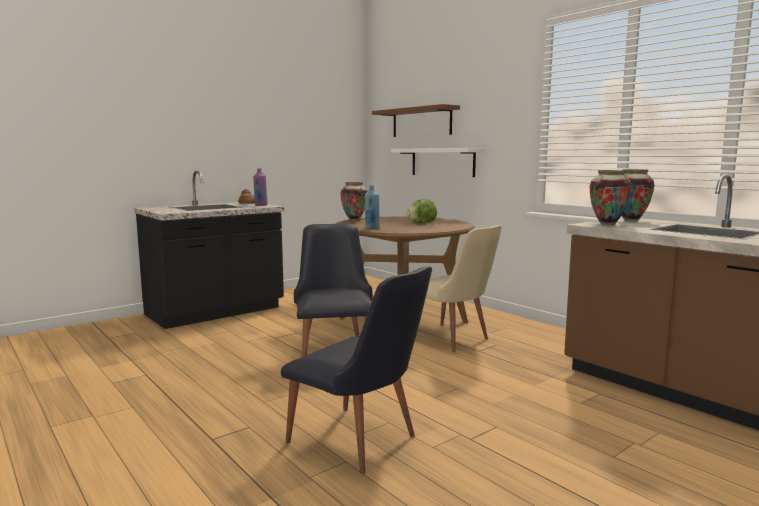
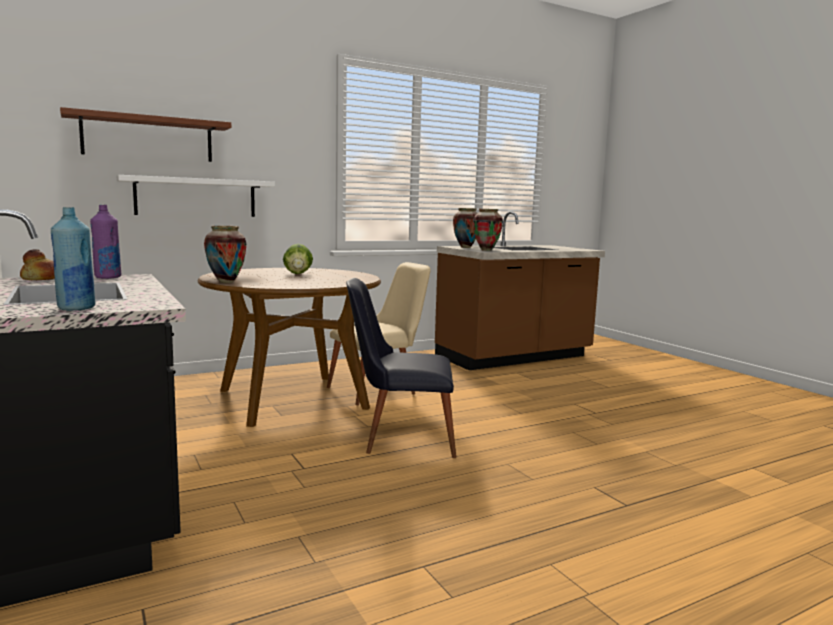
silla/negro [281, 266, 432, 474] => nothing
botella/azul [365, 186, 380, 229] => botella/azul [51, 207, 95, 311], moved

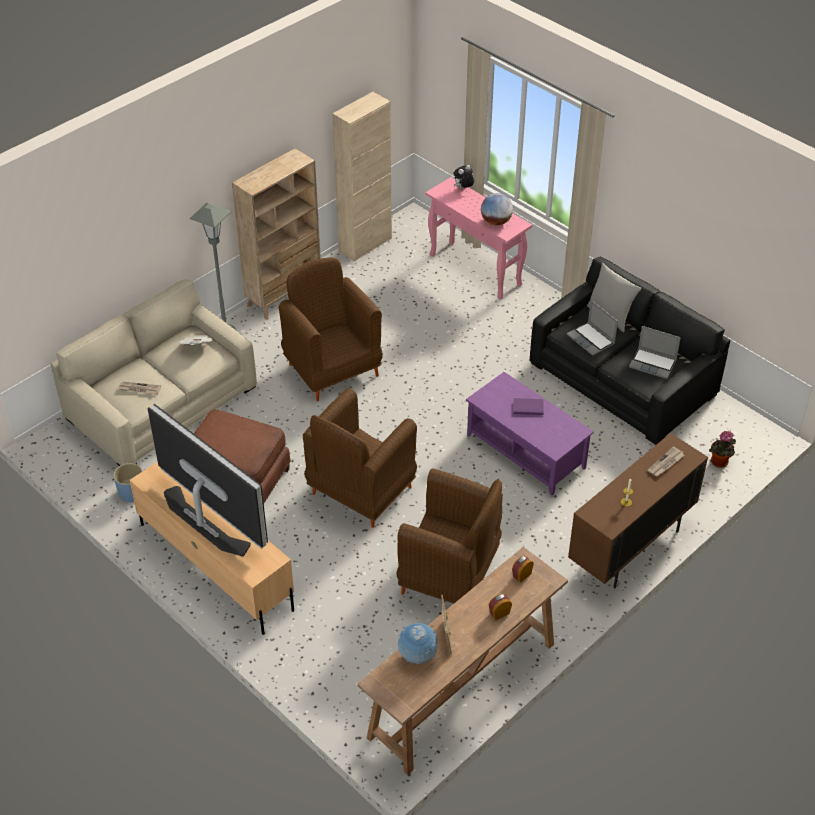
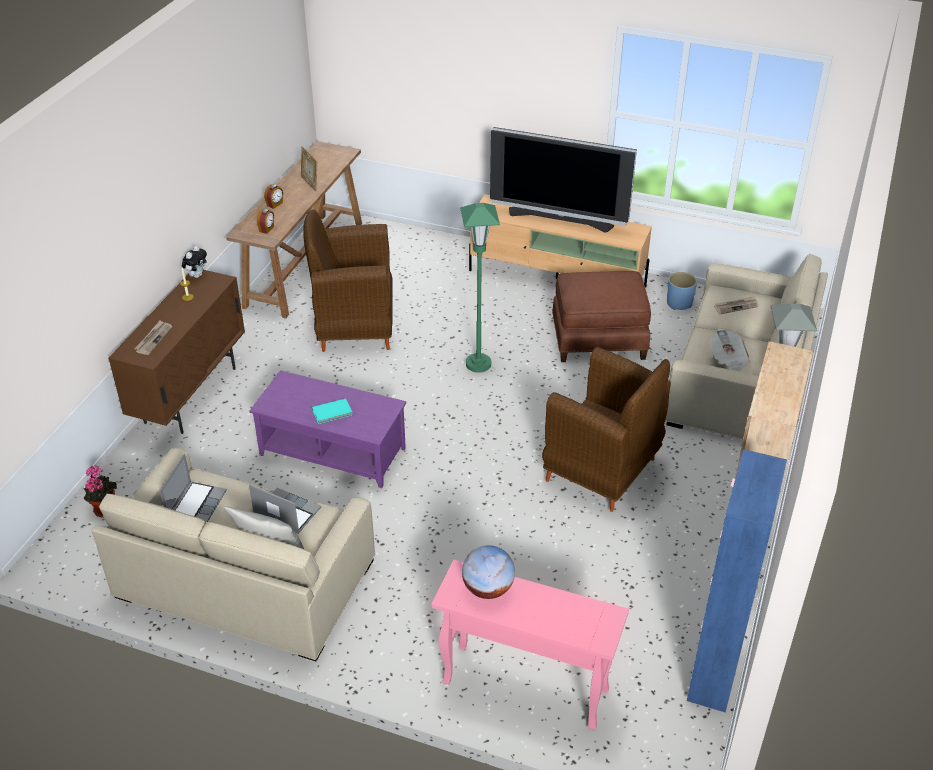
globo terráqueo [398, 623, 438, 664] => nothing
peluche [453, 165, 474, 189] => peluche [182, 246, 207, 278], moved
sillón/marrón [303, 388, 417, 528] => lámpara de pie/verde [460, 203, 500, 373]
armario/beis [332, 92, 392, 262] => armario/azul [687, 449, 787, 712]
libro/morado [513, 398, 544, 415] => libro/turquesa [312, 398, 352, 424]
sofá/negro [530, 256, 730, 445] => sofá/beis [92, 448, 375, 661]
portátil [629, 326, 681, 379] => portátil [160, 453, 227, 522], 105 degrees clockwise

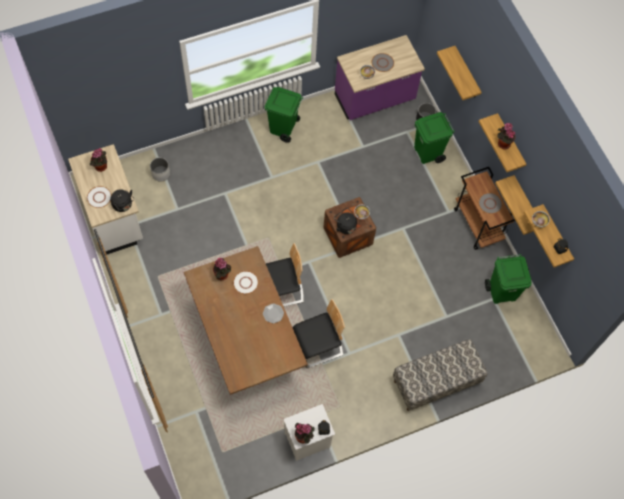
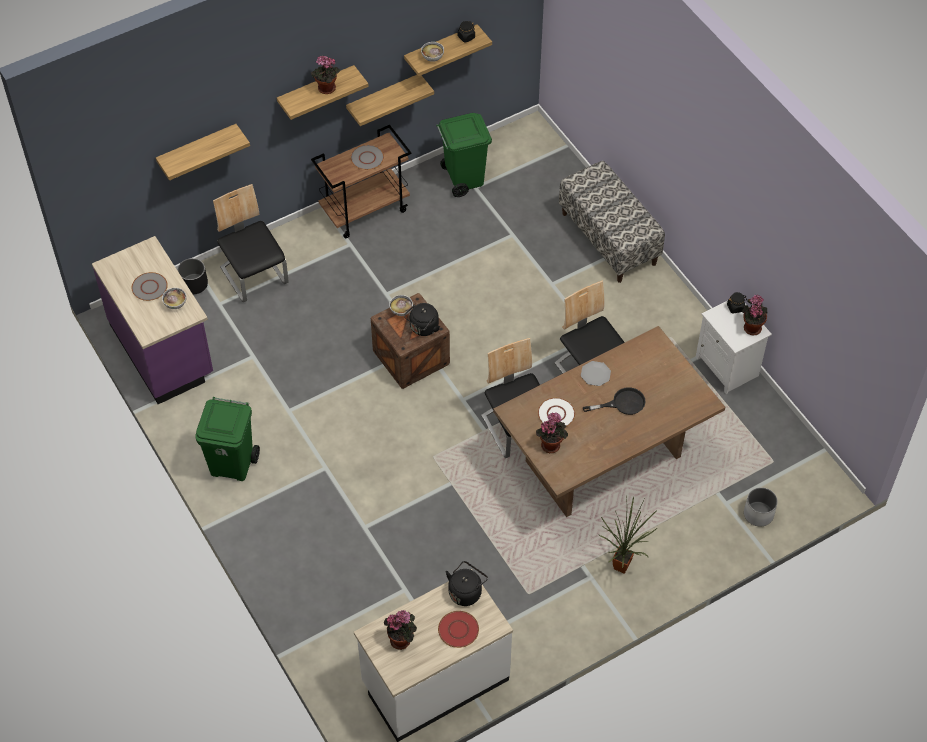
nothing => sartén/negro [583, 387, 646, 415]
nothing => planta en maceta [598, 495, 657, 574]
maceta/blanco [150, 158, 170, 182] => maceta/blanco [744, 487, 778, 527], moved
papelera/verde [414, 112, 455, 164] => silla [213, 184, 289, 302]
plato/blanco [87, 186, 112, 208] => plato/rojo [438, 611, 479, 648]

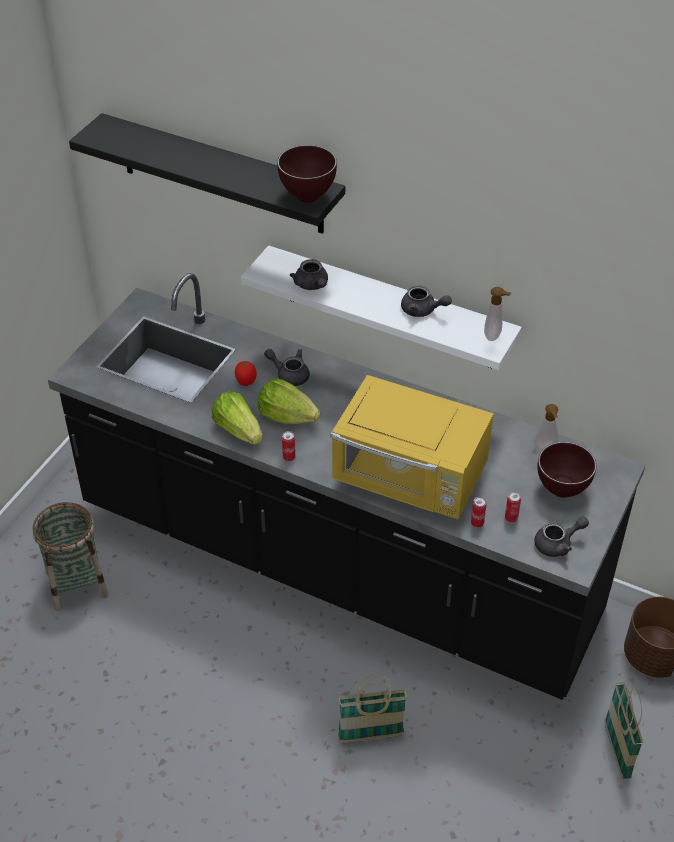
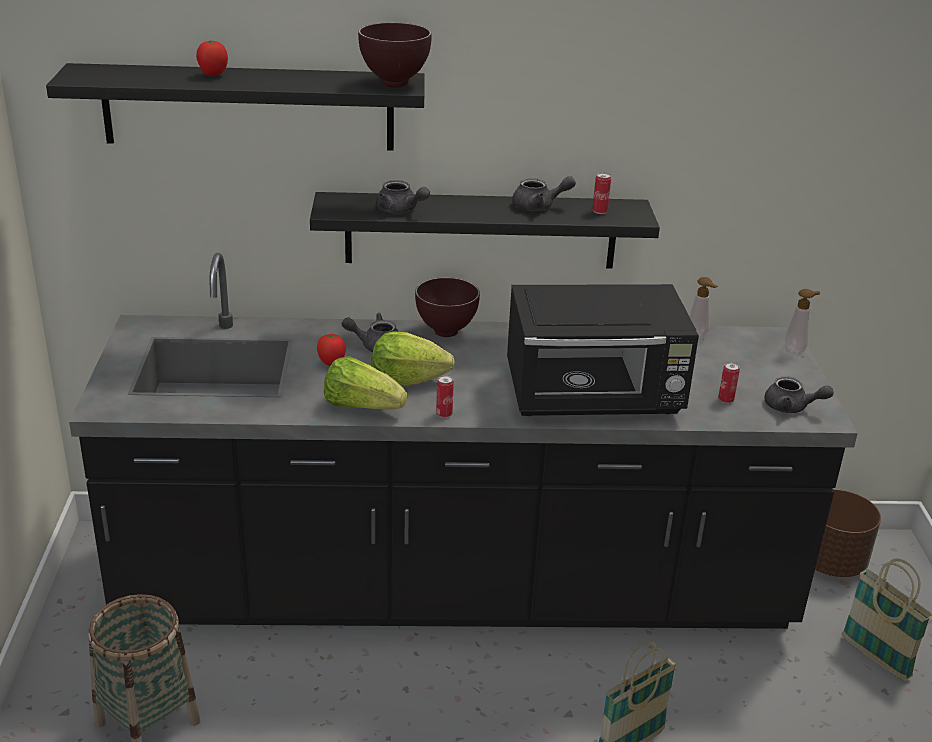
nothing => tomate [196, 40, 228, 76]
lata [471, 497, 487, 528] => lata [592, 172, 611, 214], moved
dispensador de jabón [484, 287, 511, 341] => dispensador de jabón [785, 289, 820, 354], moved
cuenco/marrón [538, 442, 596, 497] => cuenco/marrón [415, 277, 480, 337], moved
estante/blanco [241, 245, 522, 370] => estante/negro [310, 192, 660, 269]
microondas/amarillo [331, 375, 494, 519] => microondas/negro [507, 284, 699, 416]
tetera/gris [534, 517, 589, 557] => tetera/gris [764, 376, 834, 413], 75 degrees clockwise

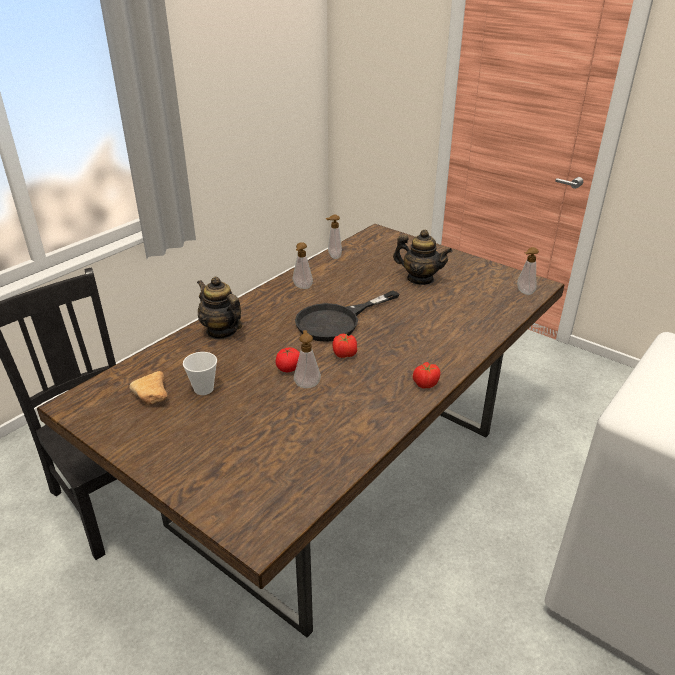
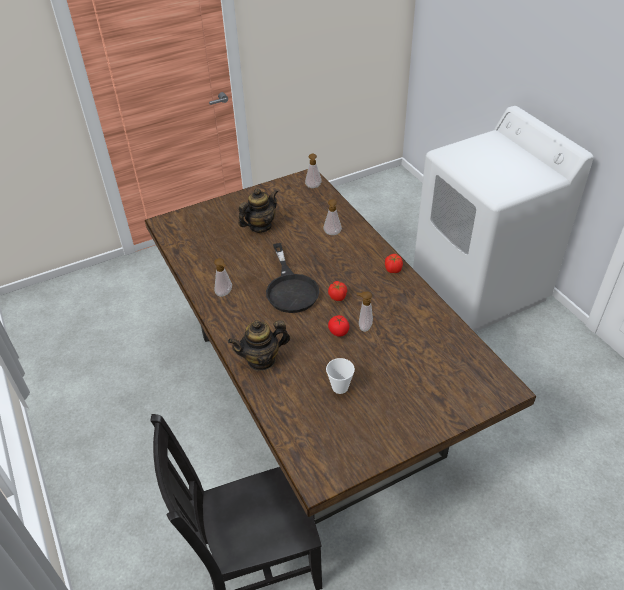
pan [129, 371, 167, 405] => nothing
dispensador de jabón [325, 215, 342, 259] => dispensador de jabón [323, 199, 342, 235], moved

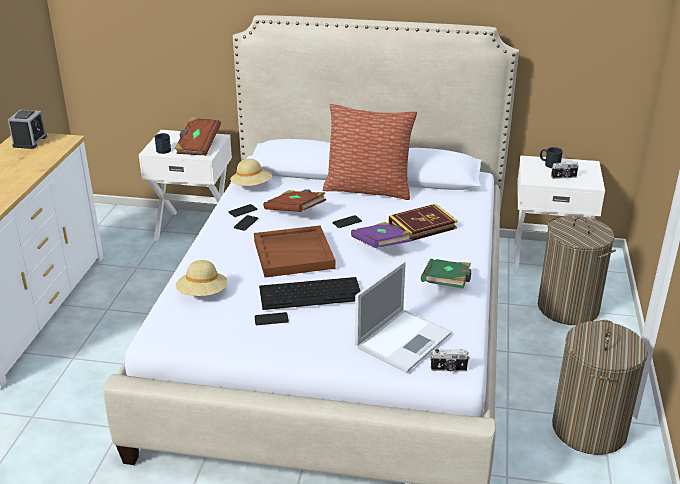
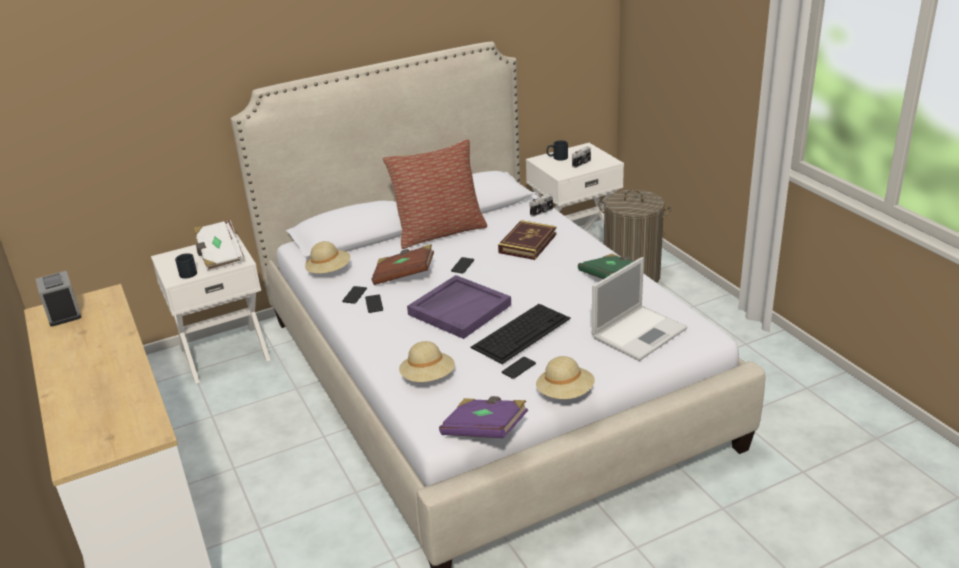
cesto de la ropa [552, 320, 648, 455] => nothing
nothing => sombrero/beis [536, 356, 595, 399]
libro/morado [351, 222, 411, 248] => libro/morado [439, 396, 528, 438], moved
cámara [430, 349, 470, 372] => cámara [530, 194, 553, 217], moved
libro/marrón [175, 117, 221, 156] => libro/blanco [193, 220, 245, 271]
bandeja/marrón [254, 225, 335, 277] => bandeja/morado [407, 275, 511, 339]
portátil [355, 261, 452, 373] => portátil [592, 257, 687, 361], 45 degrees clockwise

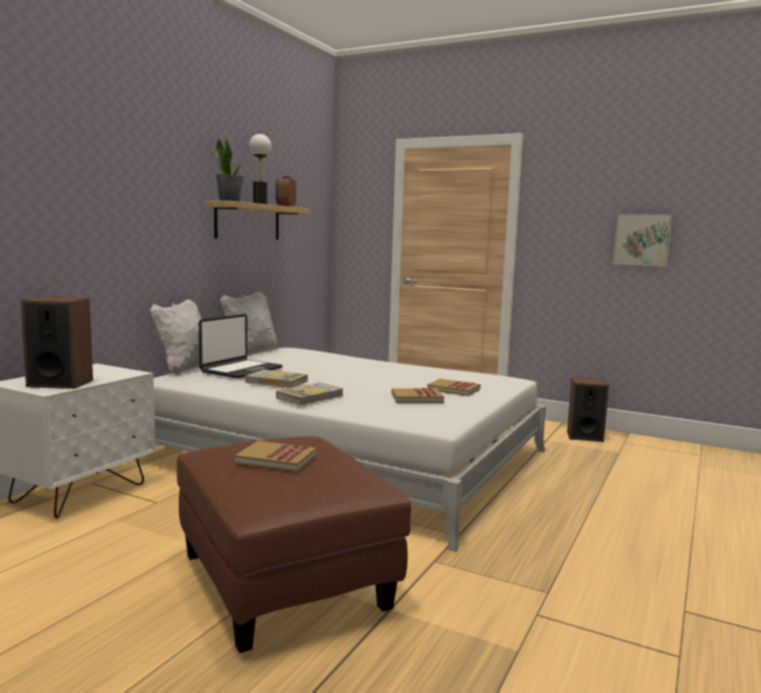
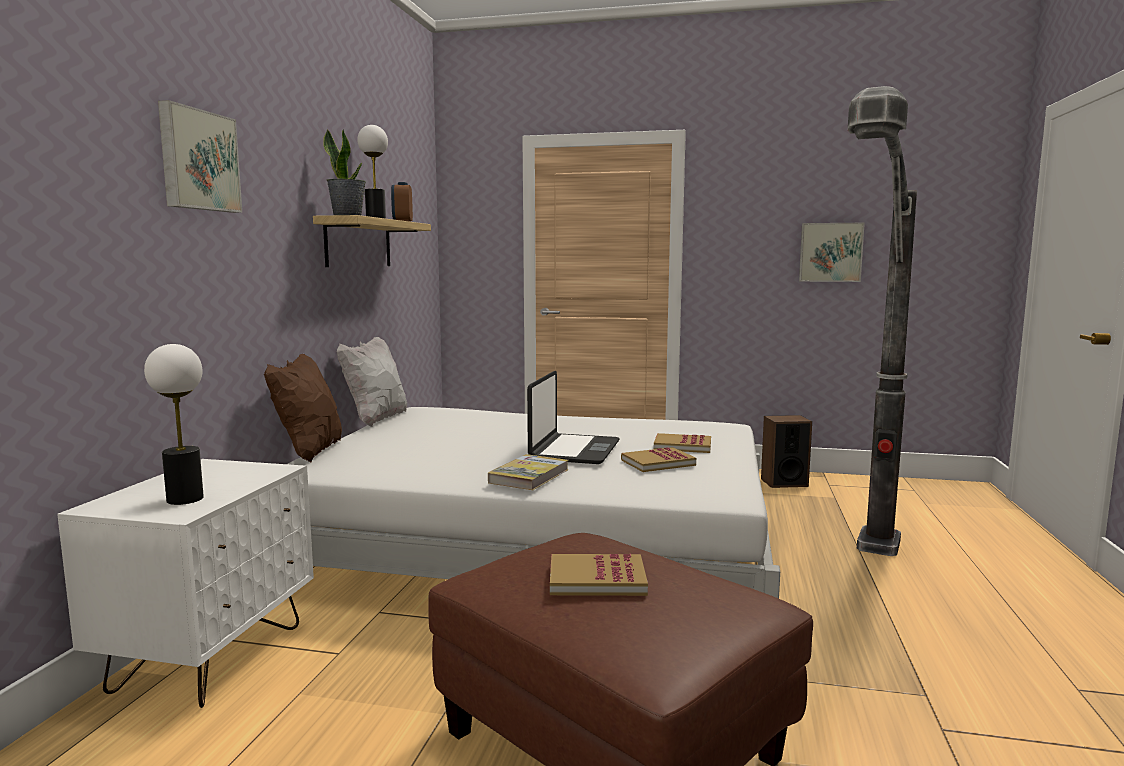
libro [245, 369, 308, 388] => nothing
nothing => cuadro [158, 100, 242, 213]
nothing => lámpara de pie [848, 86, 917, 556]
portátil [199, 314, 283, 379] => portátil [527, 371, 620, 464], moved
altavoz [21, 297, 93, 389] => lámpara de mesa [144, 344, 204, 505]
cojín/blanco [150, 299, 201, 376] => cojín/marrón [264, 354, 342, 462]

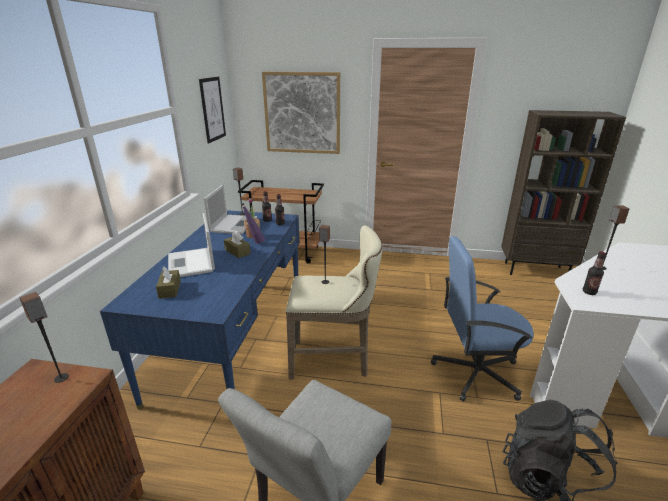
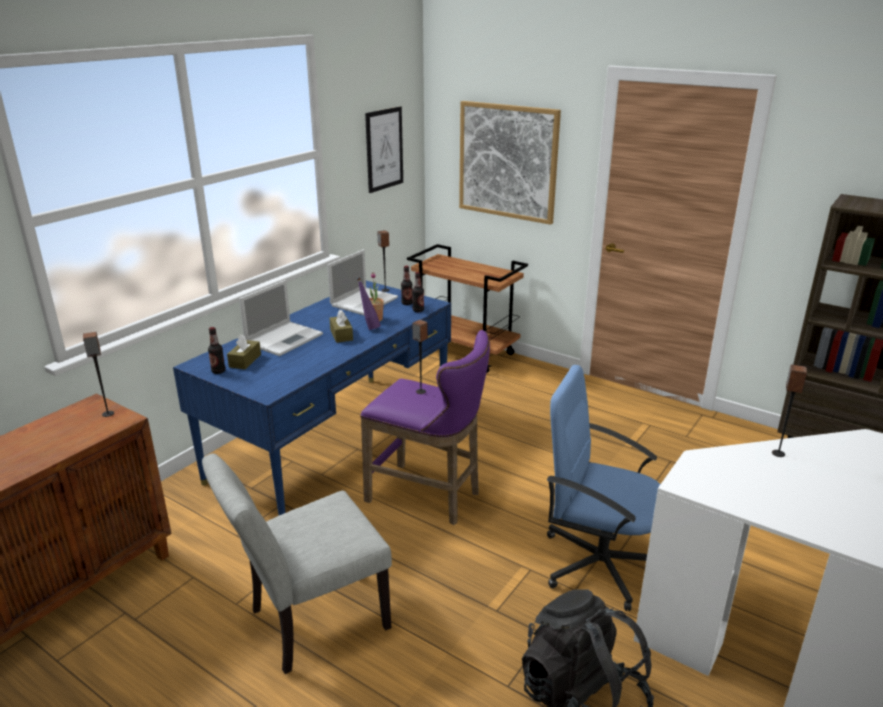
botella [583, 251, 606, 295] => botella [208, 327, 226, 374], moved
taburete/beis [286, 225, 383, 380] => taburete/morado [360, 330, 490, 525]
portátil [168, 213, 215, 277] => portátil [239, 280, 323, 356], 150 degrees counterclockwise

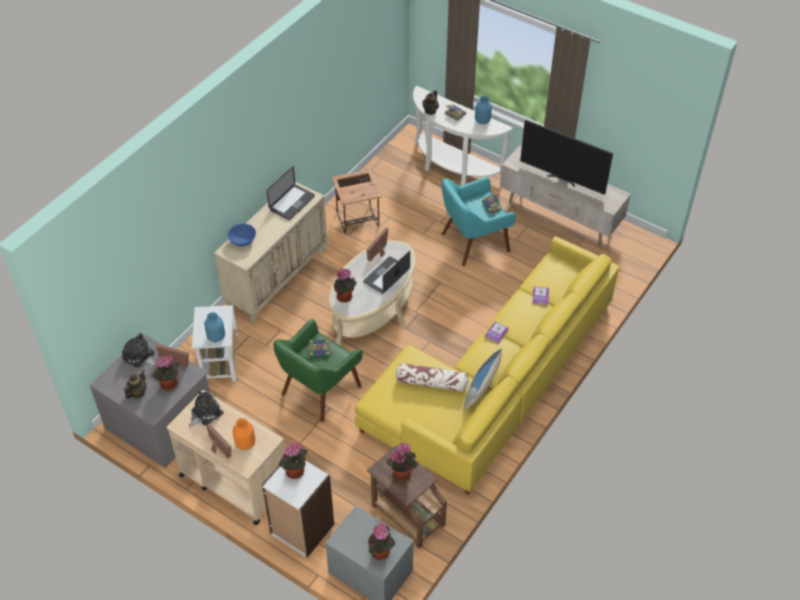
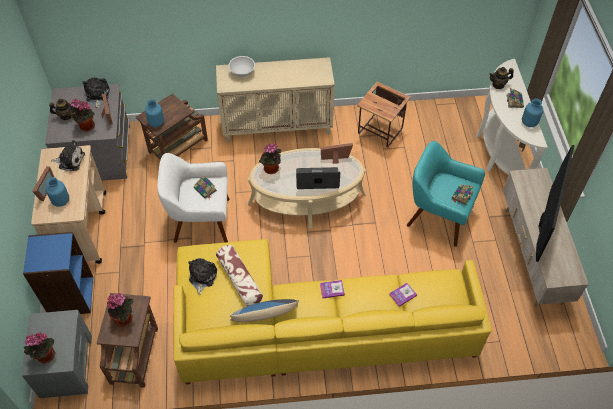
portátil [267, 166, 315, 220] => nothing
planta en maceta [278, 443, 308, 479] => nothing
nothing => peluche [188, 258, 217, 295]
mesa auxiliar/blanco [192, 305, 238, 381] => mesa auxiliar/marrón [136, 94, 208, 160]
cuenco/azul [227, 223, 256, 247] => cuenco/blanco [229, 56, 255, 77]
florero/naranja [233, 418, 255, 450] => florero/azul [46, 177, 69, 207]
estantería/blanco [261, 461, 334, 558] => estantería/azul [23, 232, 93, 314]
sillón/verde [273, 319, 363, 422] => sillón/blanco [157, 153, 230, 243]
televisor [520, 120, 613, 195] => televisor [536, 145, 575, 262], 150 degrees counterclockwise

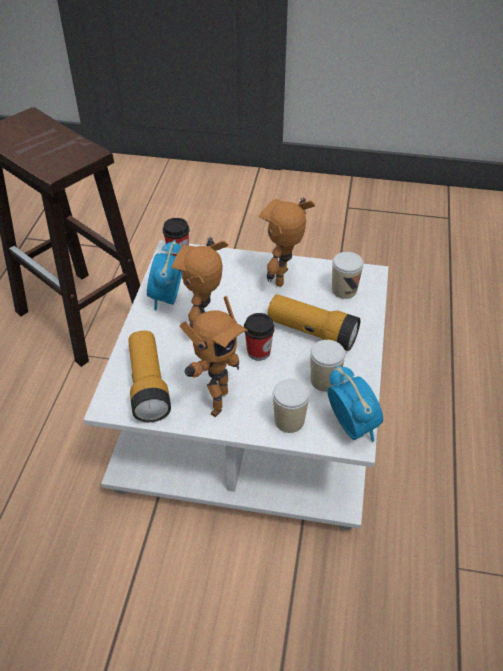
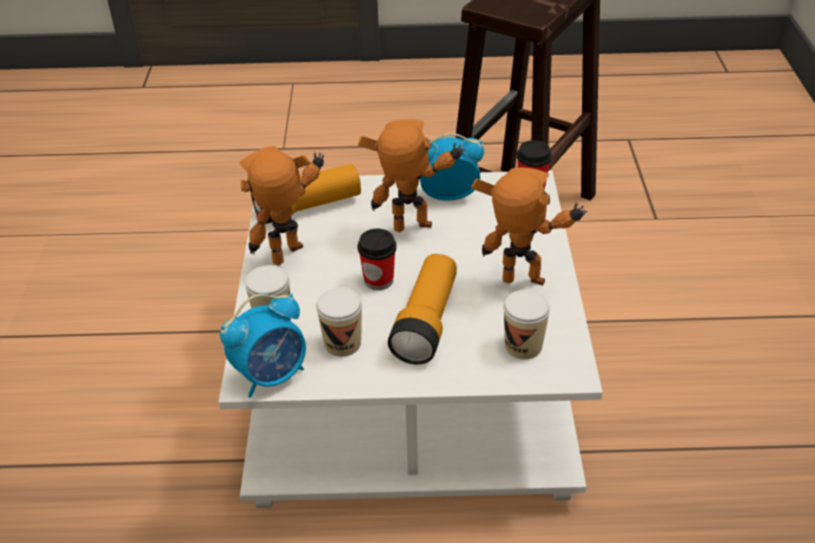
robot de juguete [180, 296, 248, 417] => robot de juguete [239, 146, 324, 265], 120 degrees clockwise

